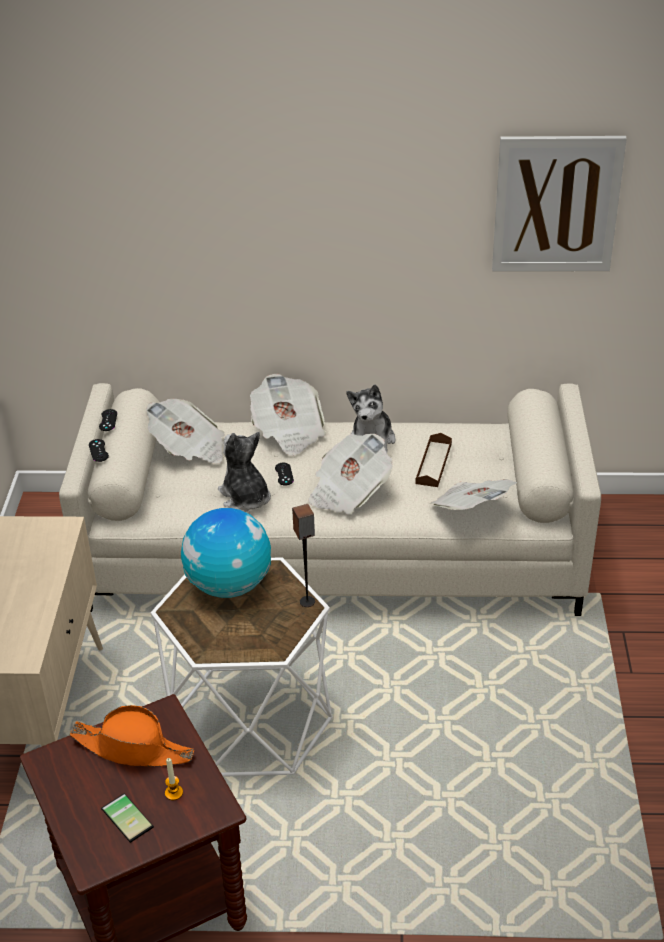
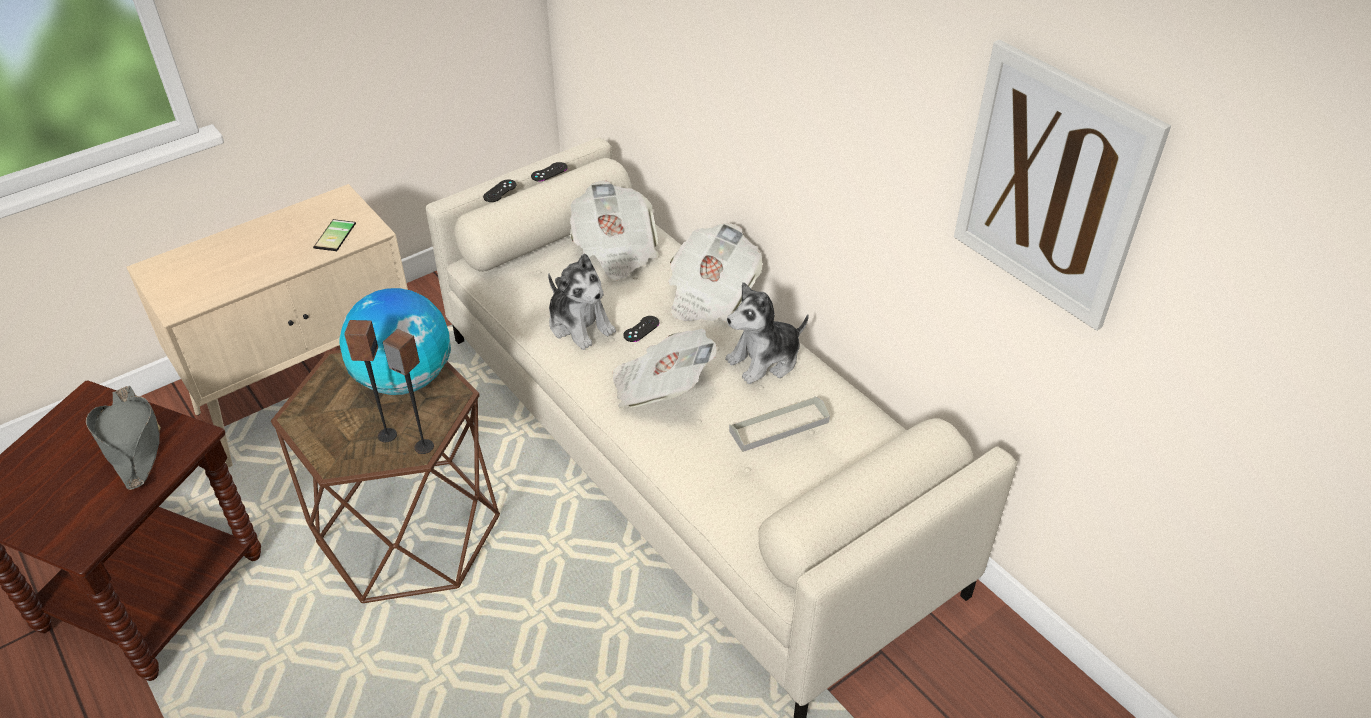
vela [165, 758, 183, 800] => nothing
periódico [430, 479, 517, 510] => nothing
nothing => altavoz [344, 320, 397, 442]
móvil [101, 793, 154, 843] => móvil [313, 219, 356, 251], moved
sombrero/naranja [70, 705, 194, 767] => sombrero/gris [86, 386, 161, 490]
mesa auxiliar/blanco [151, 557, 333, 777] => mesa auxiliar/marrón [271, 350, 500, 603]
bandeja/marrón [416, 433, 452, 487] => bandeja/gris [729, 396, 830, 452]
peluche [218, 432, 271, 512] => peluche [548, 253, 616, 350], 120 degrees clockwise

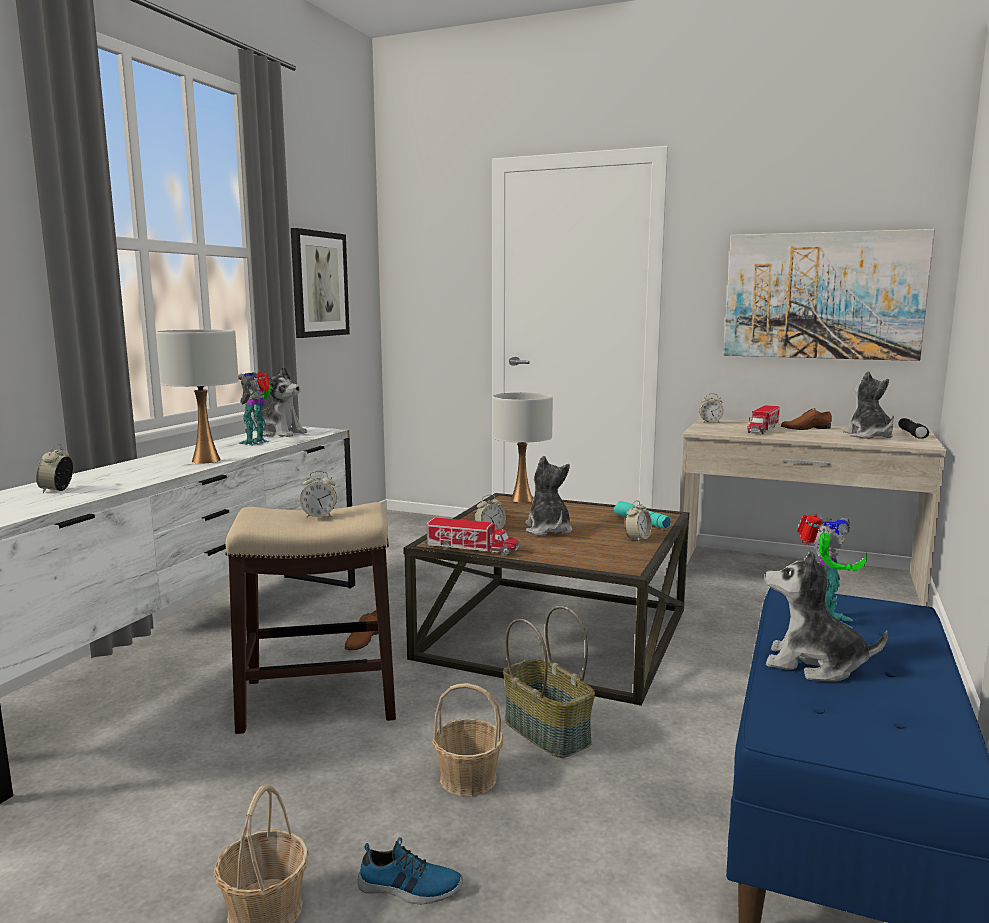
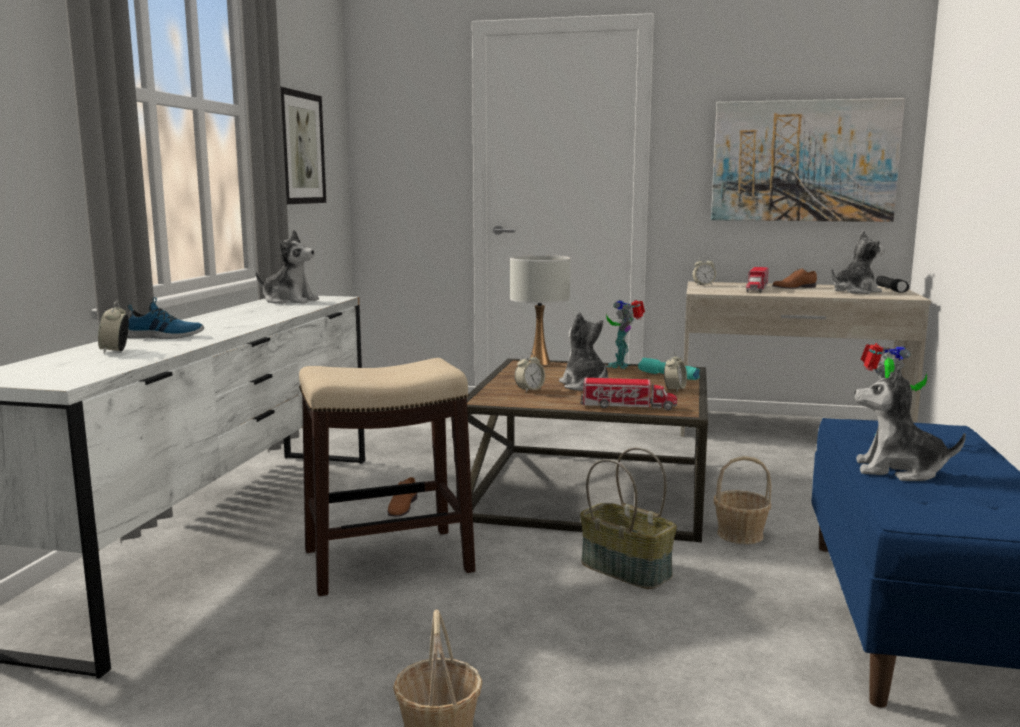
lámpara de mesa/blanco [156, 329, 239, 464] => nothing
despertador [300, 471, 337, 518] => nothing
robot de juguete [238, 372, 272, 446] => robot de juguete [606, 300, 645, 369], moved
zapato [358, 837, 463, 904] => zapato [127, 297, 204, 339], moved
camión de juguete [425, 517, 519, 555] => camión de juguete [580, 378, 677, 410], moved
cesta [432, 683, 503, 797] => cesta [714, 456, 771, 544], moved
peluche [843, 371, 894, 439] => peluche [831, 230, 884, 294], 90 degrees clockwise

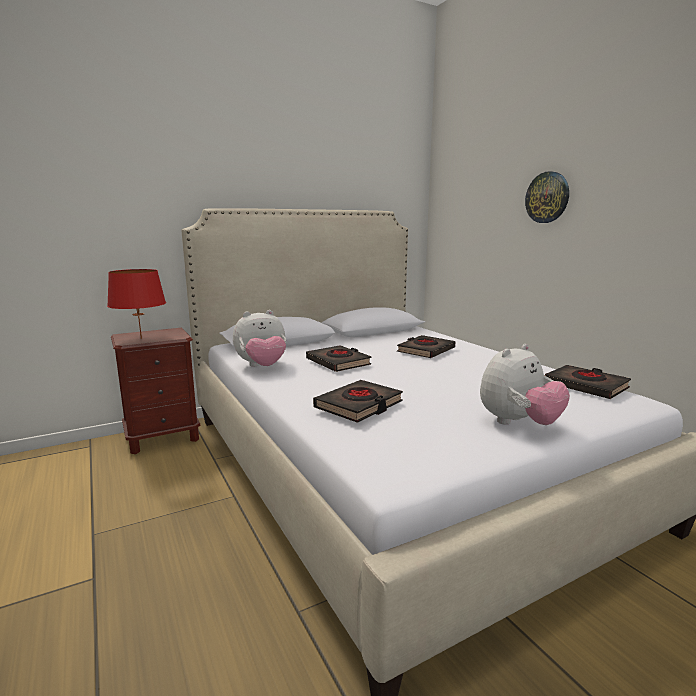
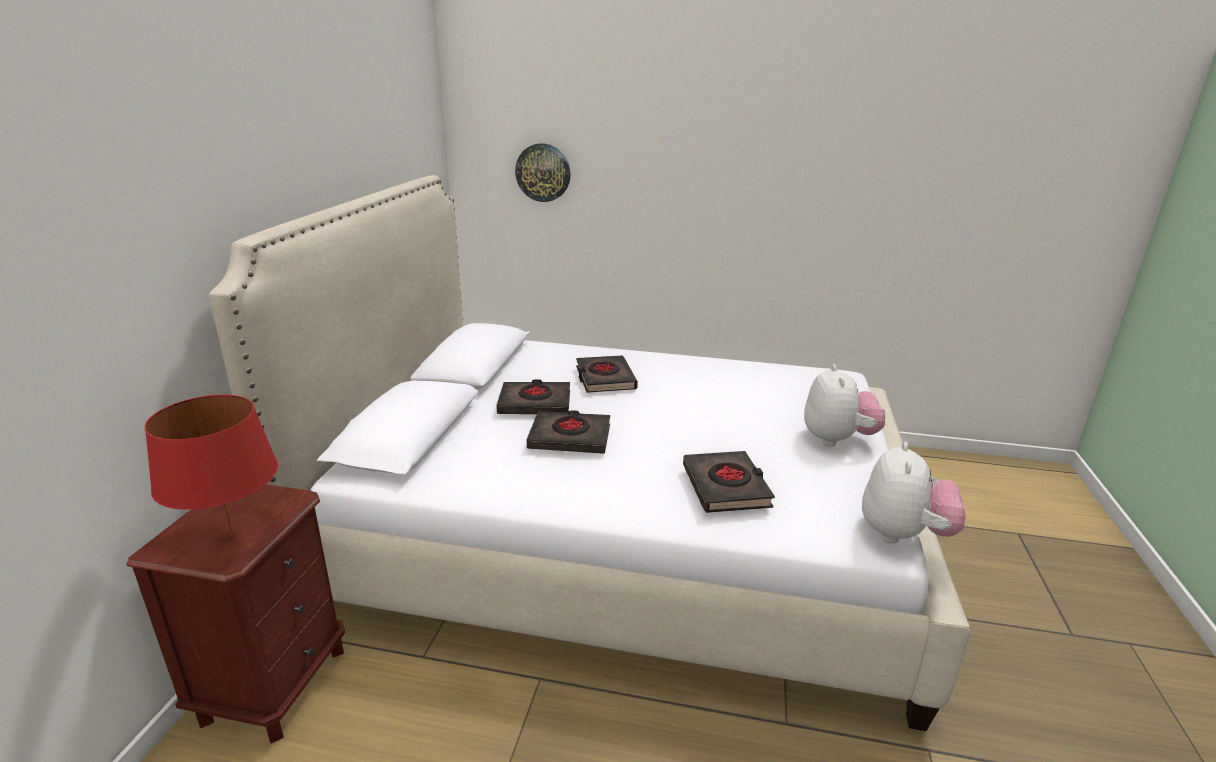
peluche [233, 310, 286, 367] => peluche [862, 442, 966, 543], moved
reloj de pared [525, 171, 569, 223] => reloj de pared [515, 143, 571, 202], moved
libro/negro [545, 365, 631, 399] => libro/negro [496, 380, 570, 414], moved

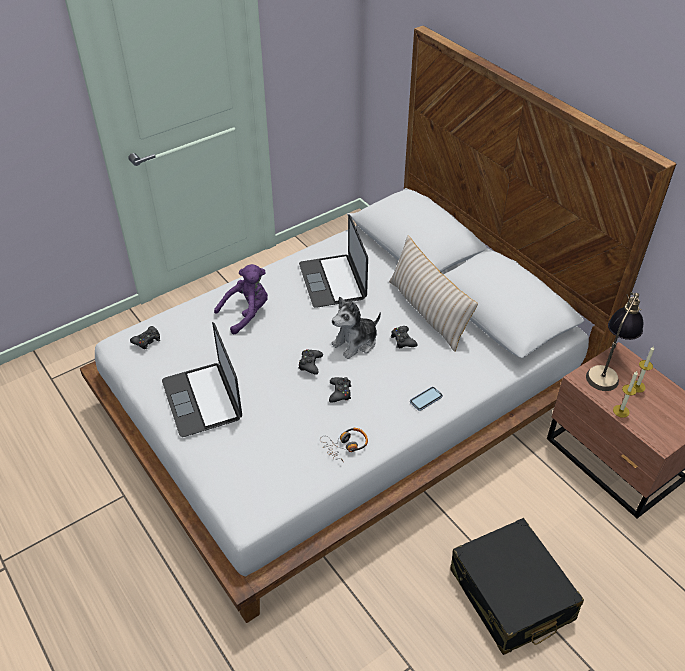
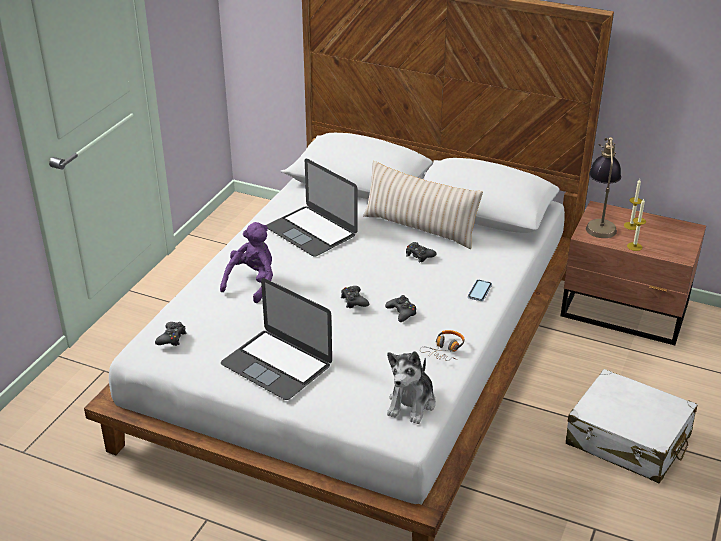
peluche [331, 297, 381, 359] => peluche [387, 351, 436, 424], moved
maleta/negro [450, 518, 584, 655] => maleta/blanco [566, 369, 697, 483]

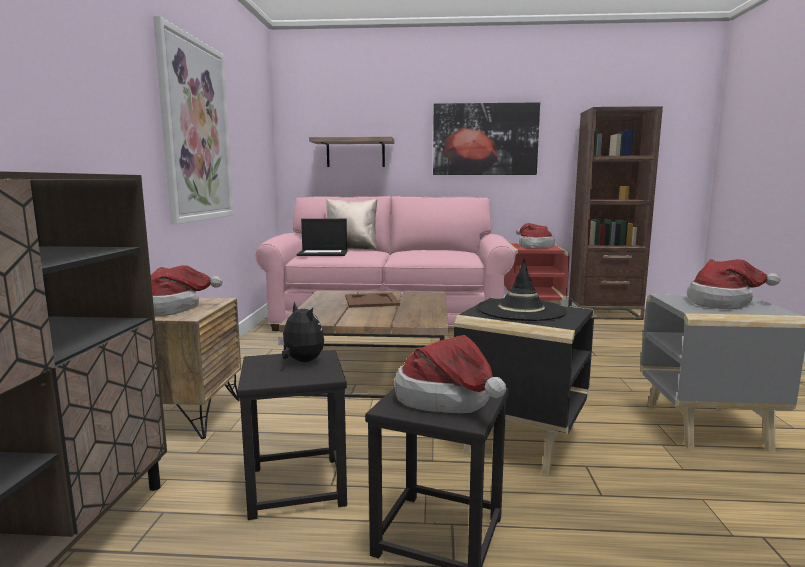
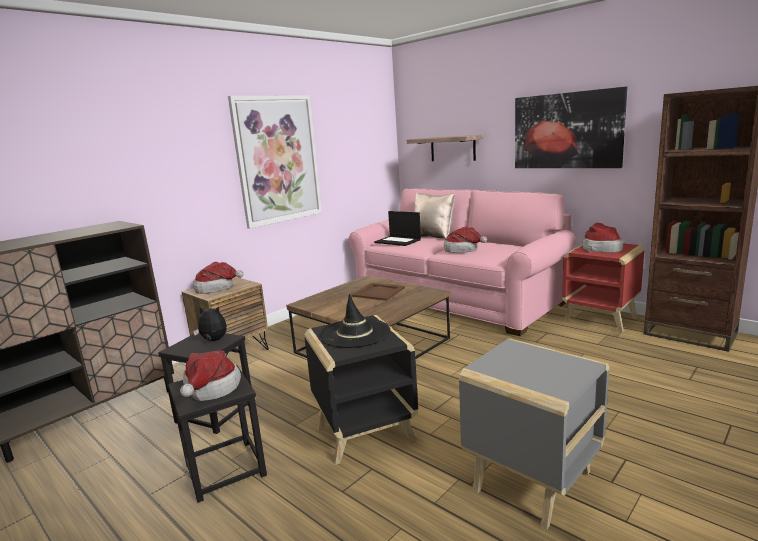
sombrero [687, 259, 780, 309] => sombrero [444, 226, 487, 253], moved
peluche [278, 302, 324, 362] => peluche [193, 306, 227, 341], 75 degrees counterclockwise

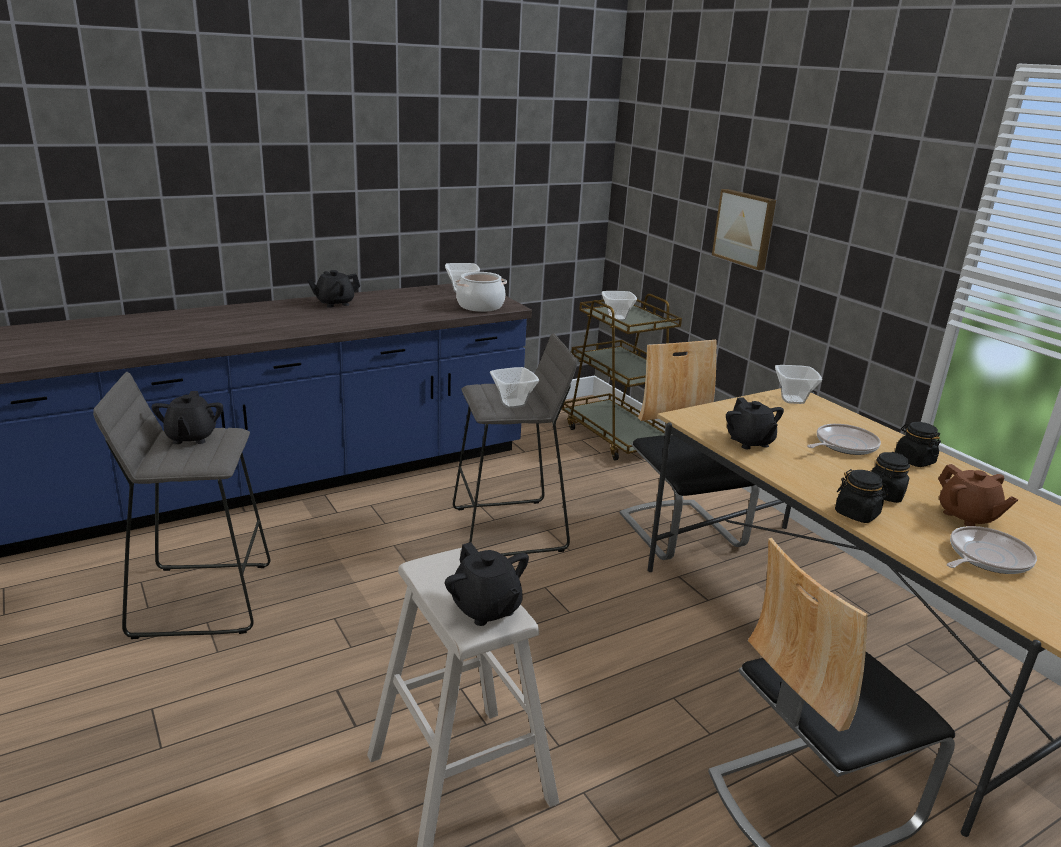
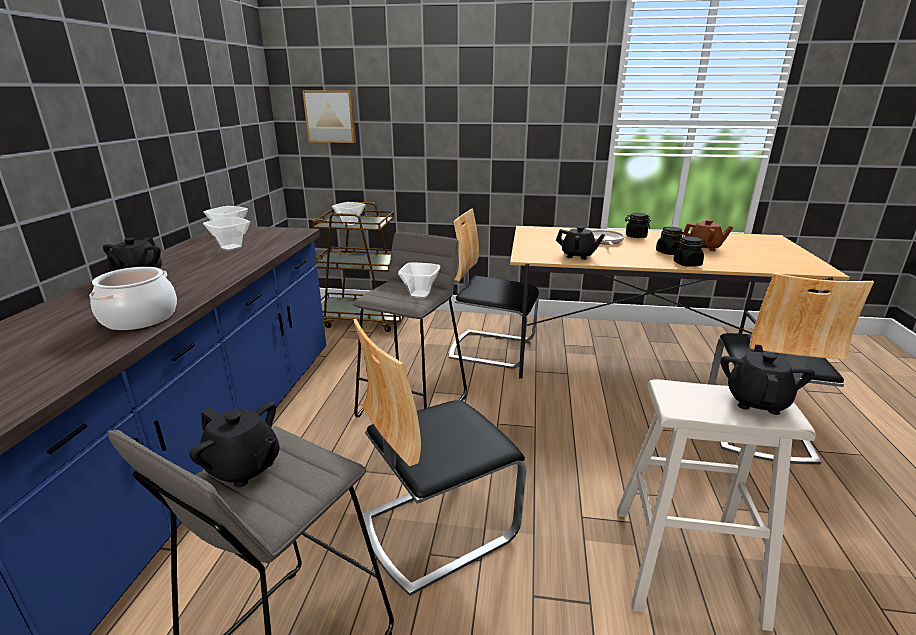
sartén [947, 526, 1037, 574] => nothing
nothing => silla [353, 319, 526, 596]
olla [455, 272, 507, 312] => olla [89, 267, 177, 330], moved
cuadro [712, 189, 776, 270] => cuadro [302, 90, 356, 143], moved
cuenco [775, 365, 822, 404] => cuenco [203, 217, 250, 251], moved
tetera/negro [445, 542, 529, 626] => tetera/negro [721, 344, 815, 415], 75 degrees counterclockwise

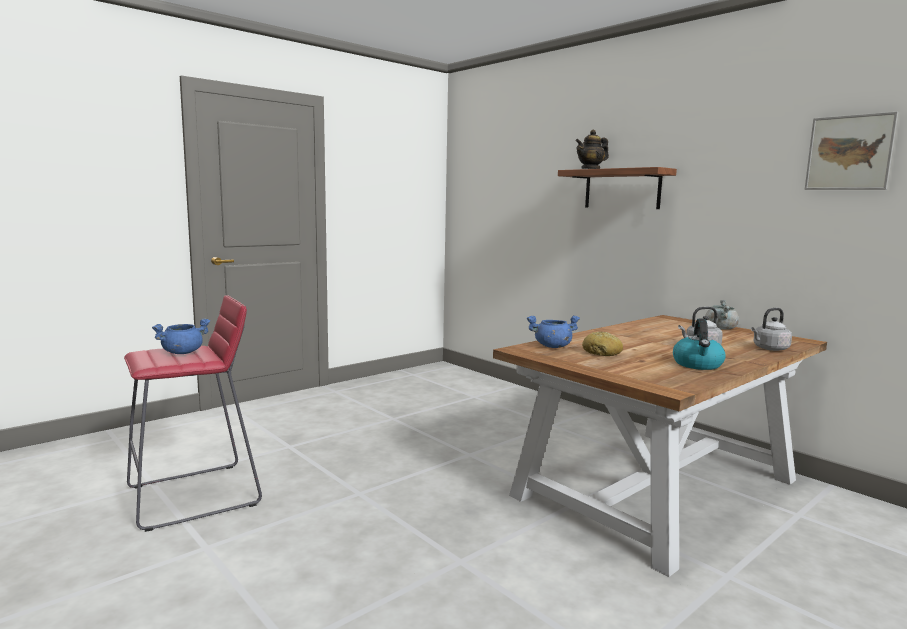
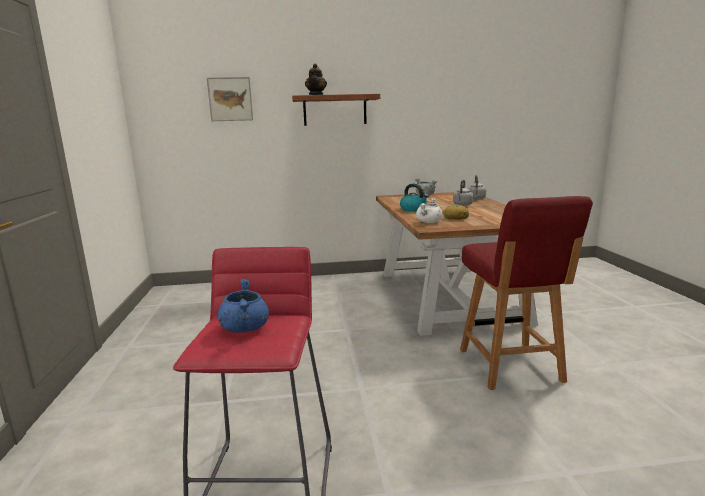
nothing => silla/rojo [460, 196, 593, 390]
hervidor [673, 318, 726, 370] => hervidor [400, 184, 428, 212], moved
cuadro [805, 112, 898, 190] => cuadro [207, 77, 253, 121], moved
olla/azul [527, 315, 580, 348] => olla/blanco [416, 198, 443, 223]

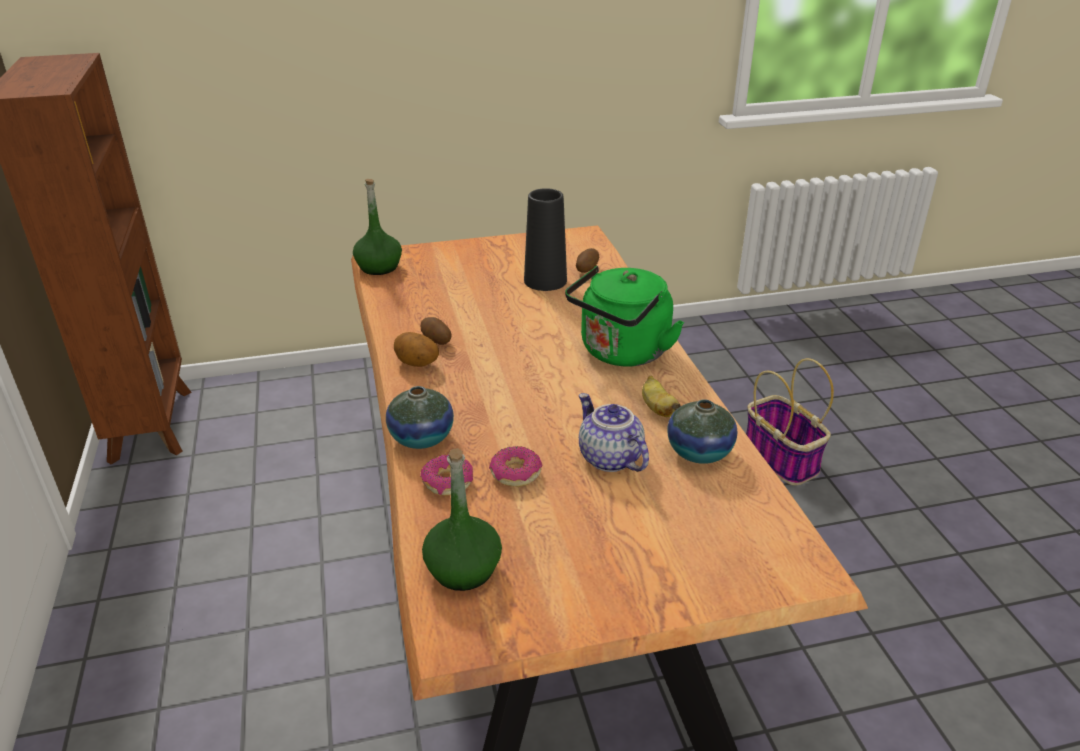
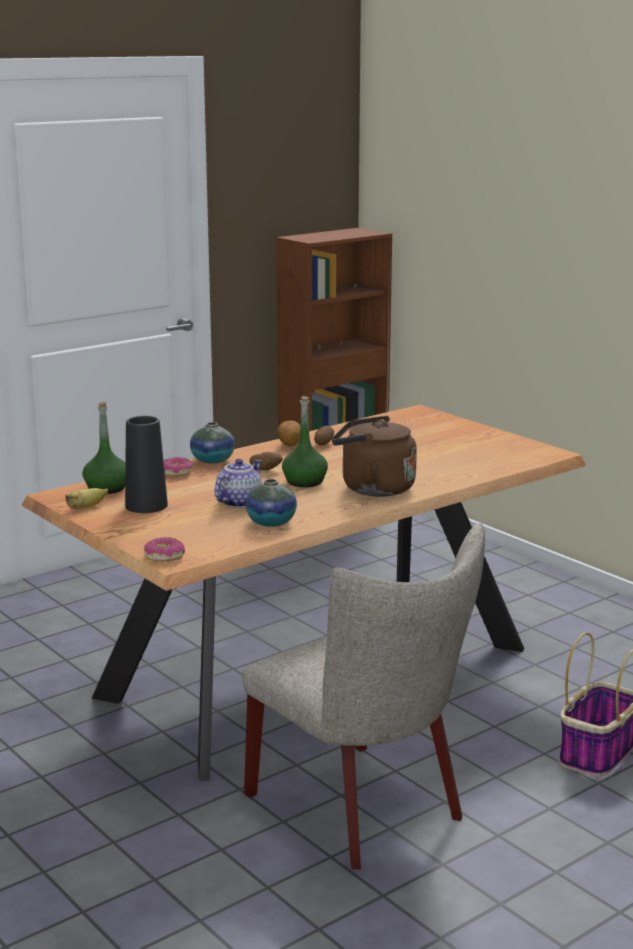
nothing => silla/beis [242, 523, 485, 870]
botella/verde [353, 179, 402, 275] => botella/verde [282, 396, 328, 487], moved
rosquilla [489, 446, 543, 487] => rosquilla [144, 537, 185, 562], moved
florero/negro [524, 188, 567, 291] => florero/negro [125, 416, 168, 513], moved
patata [576, 248, 599, 273] => patata [249, 452, 283, 470], moved
plátano [642, 375, 681, 417] => plátano [65, 488, 108, 509], moved
hervidor/verde [565, 266, 684, 367] => hervidor/marrón [332, 416, 417, 497]

